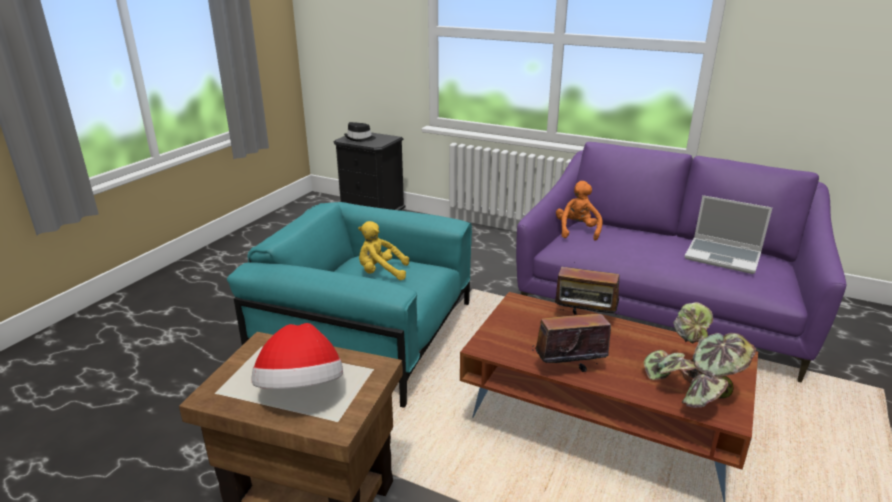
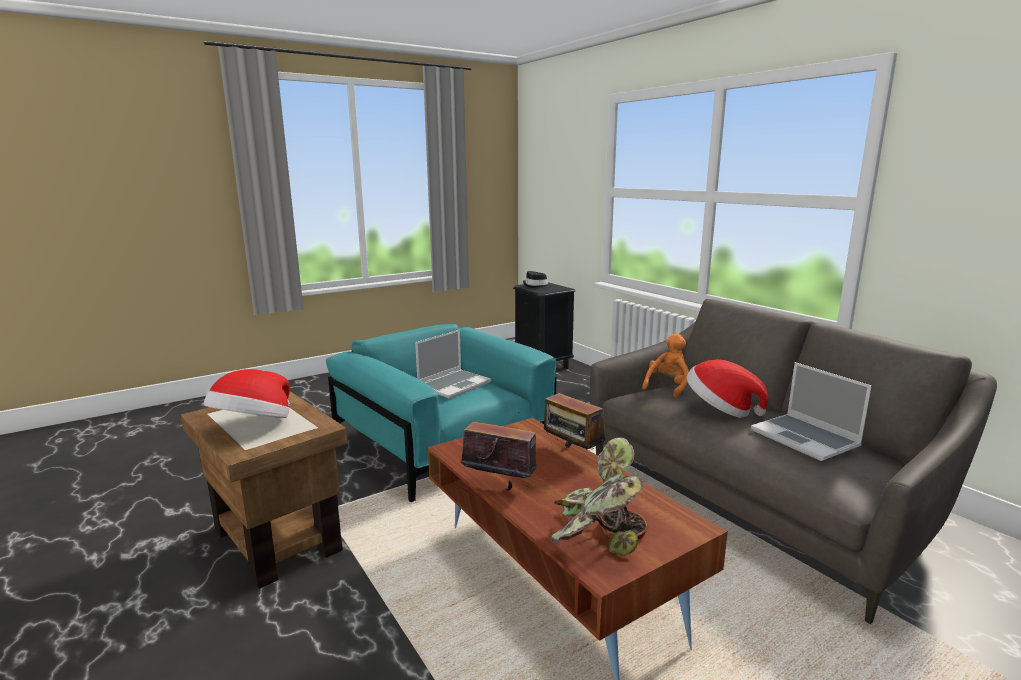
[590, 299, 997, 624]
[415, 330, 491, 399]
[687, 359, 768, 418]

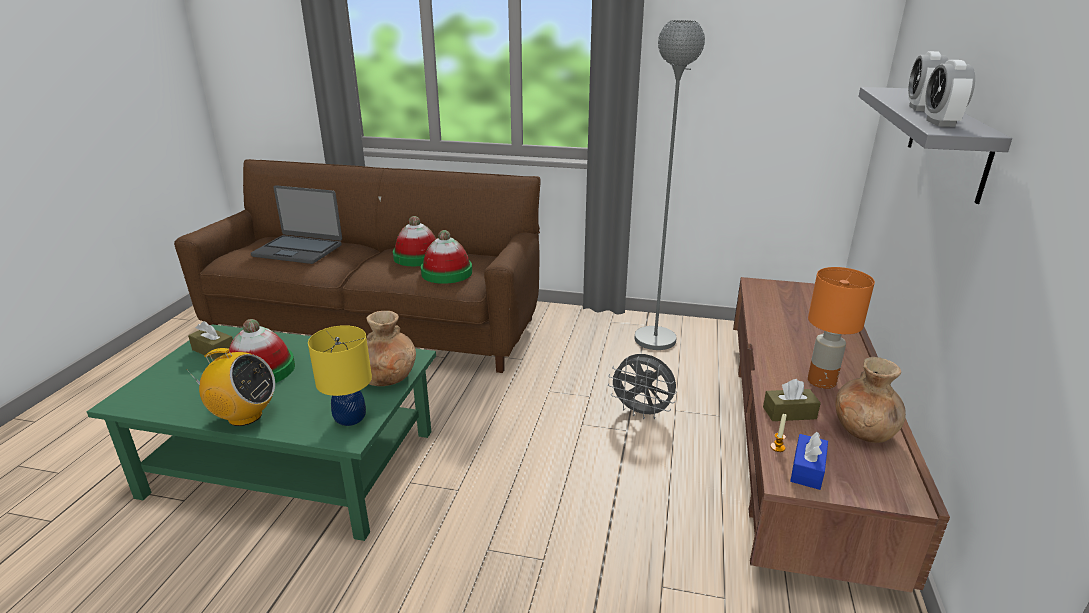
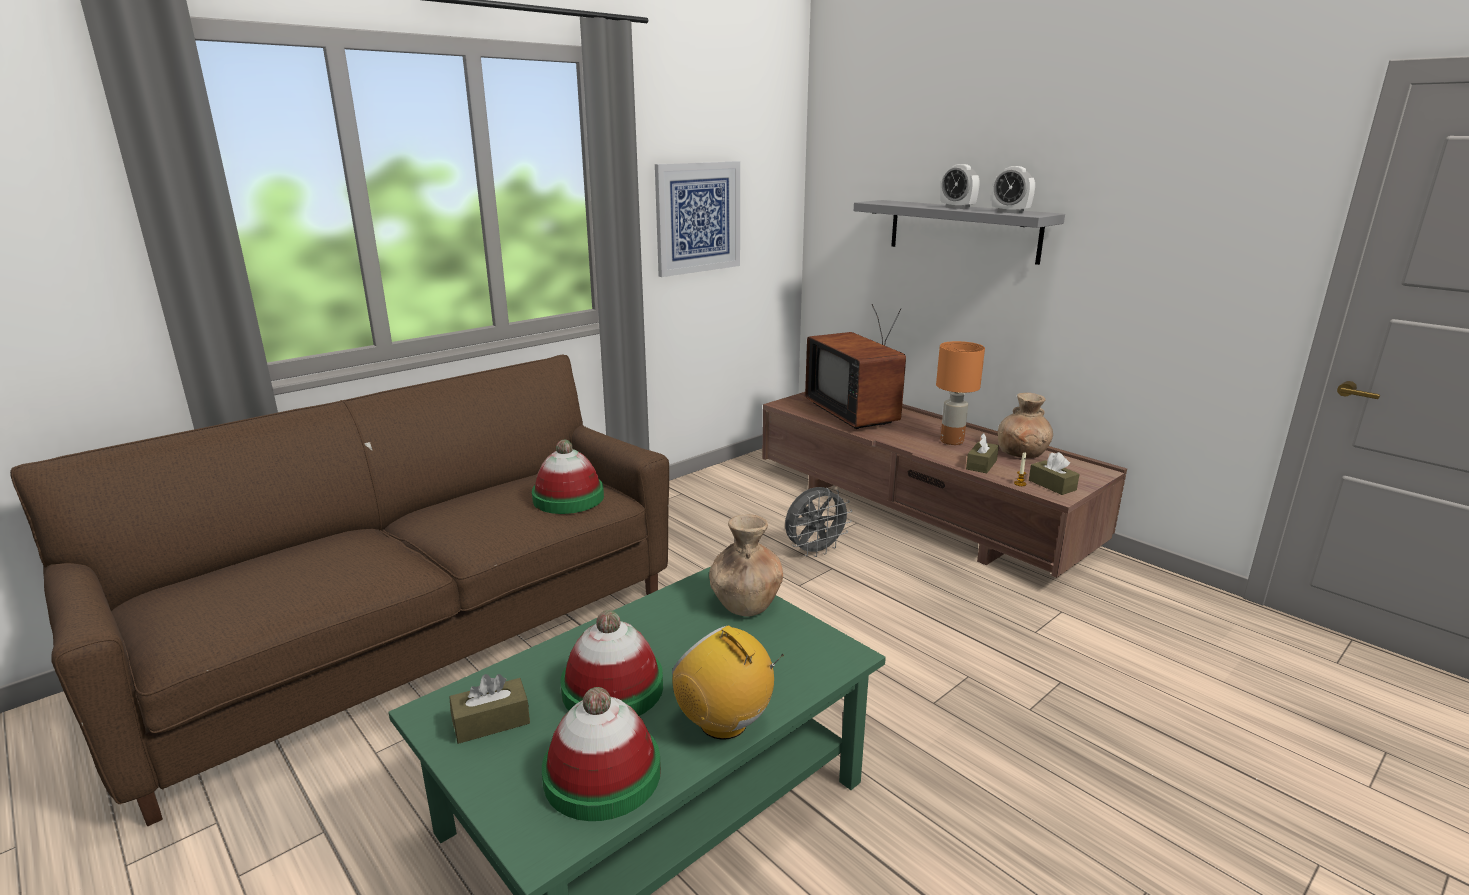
[634, 20, 705, 350] (first image)
[251, 185, 342, 264] (first image)
[542, 687, 661, 821]
[308, 325, 372, 426] (first image)
[672, 626, 784, 740]
[1029, 452, 1079, 495]
[655, 161, 740, 277]
[805, 304, 906, 429]

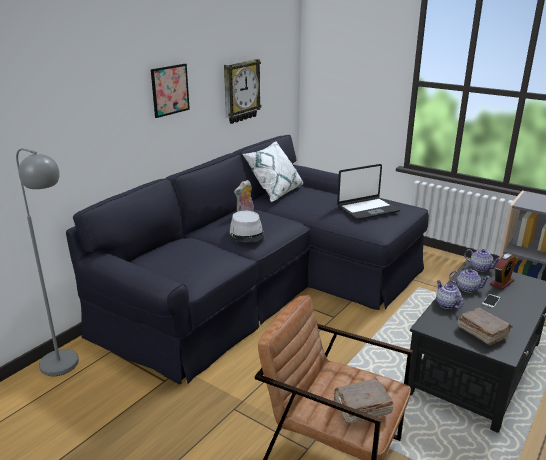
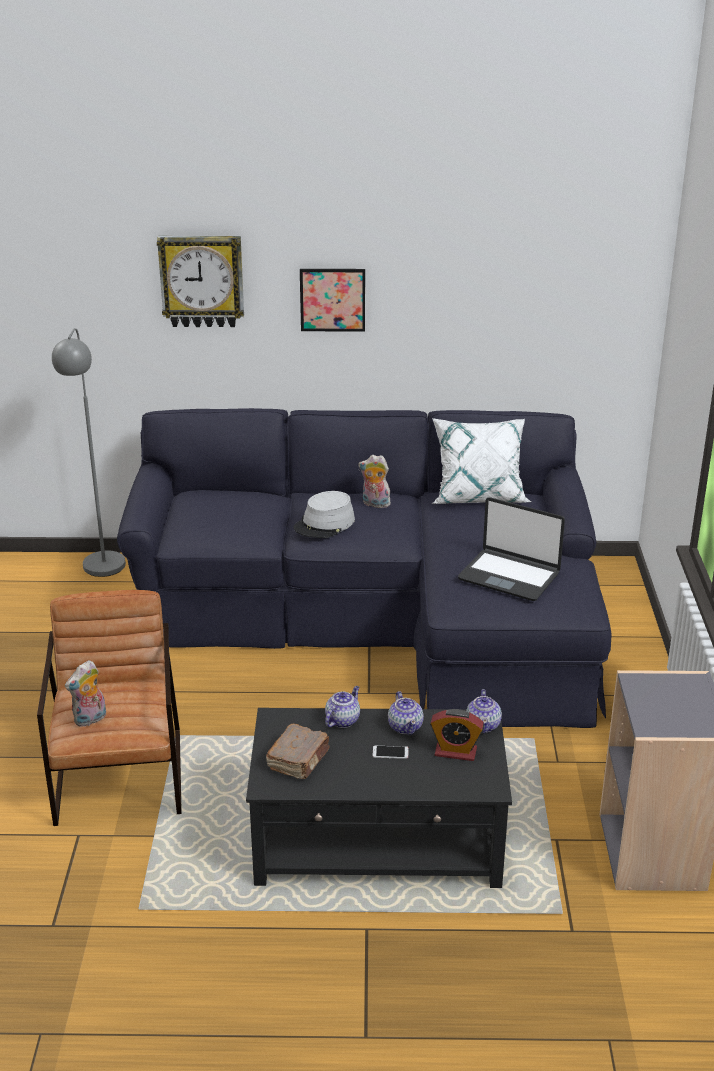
[157, 236, 244, 327]
[65, 660, 106, 727]

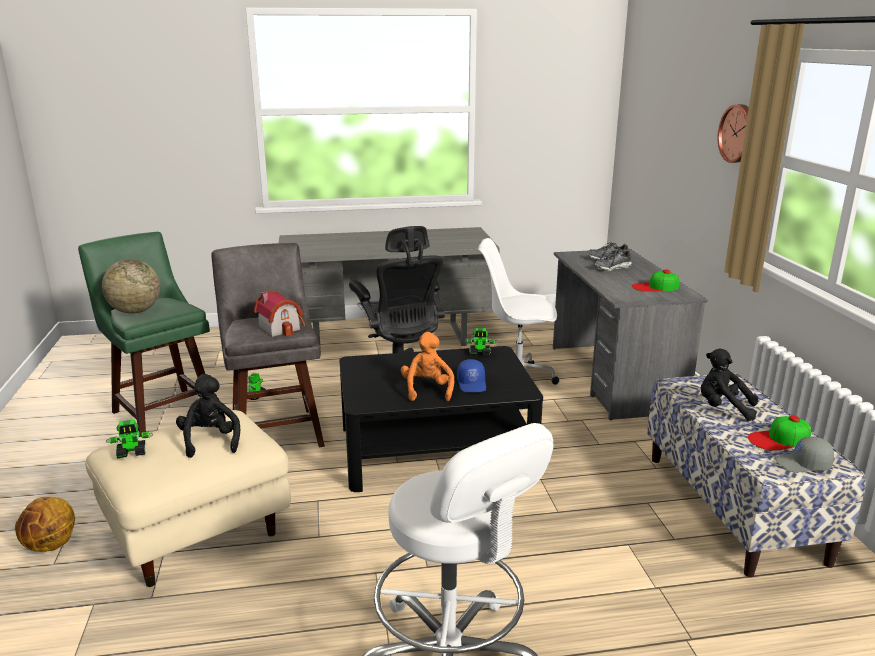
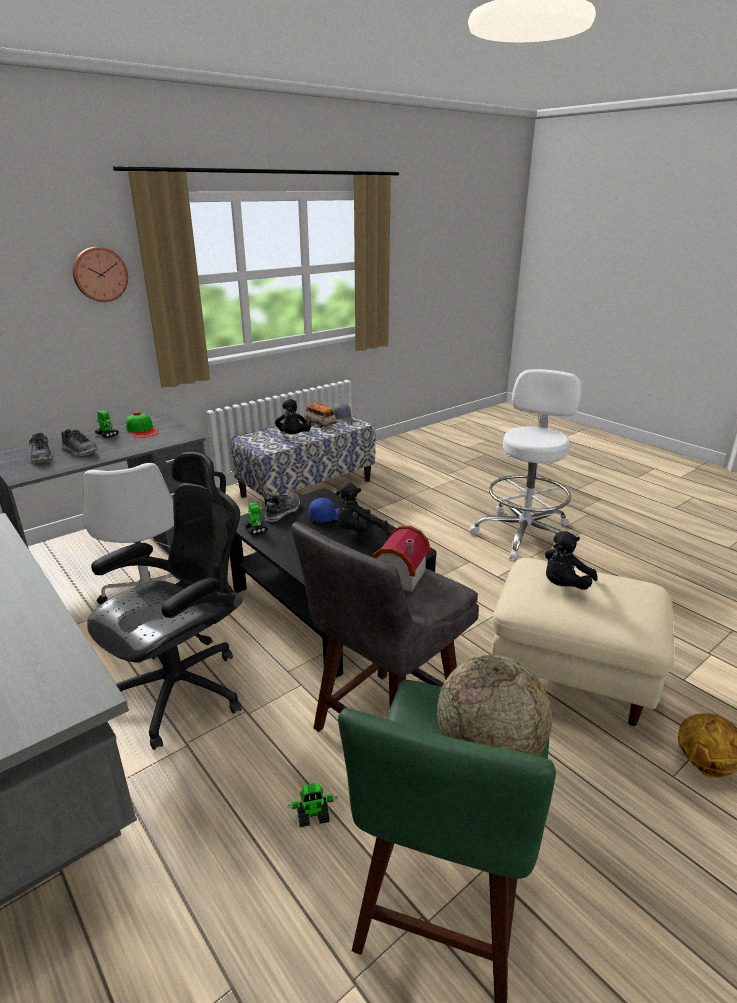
[336, 482, 389, 533]
[305, 402, 337, 428]
[95, 410, 119, 438]
[265, 493, 300, 522]

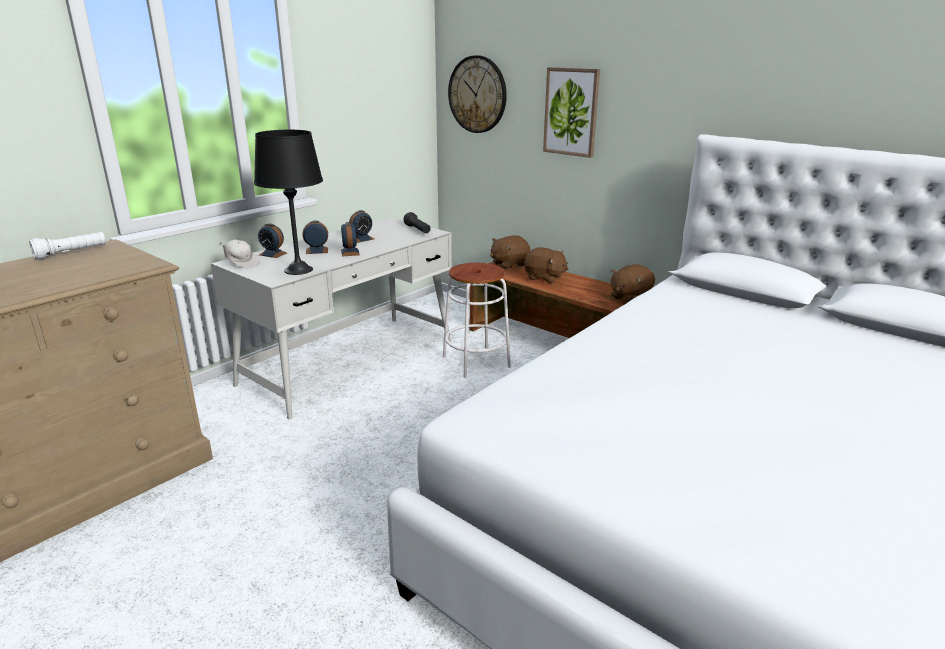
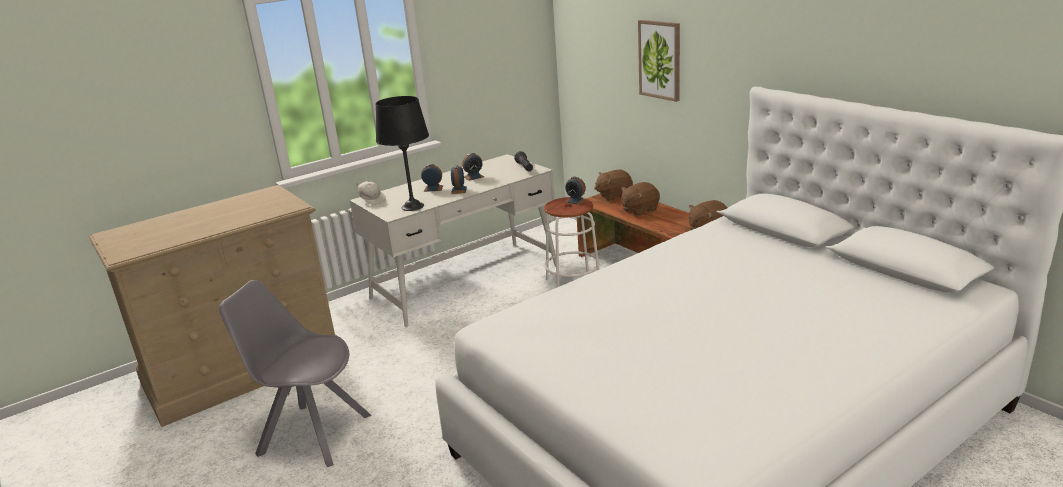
[448, 55, 507, 133] (first image)
[565, 177, 587, 205]
[29, 232, 106, 260] (first image)
[621, 182, 660, 216]
[219, 280, 372, 467]

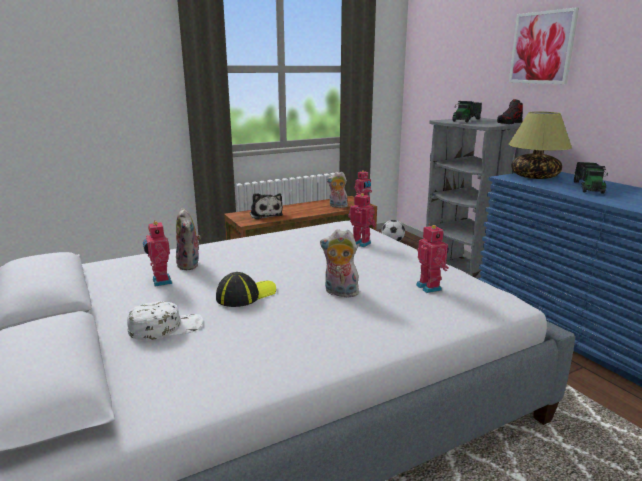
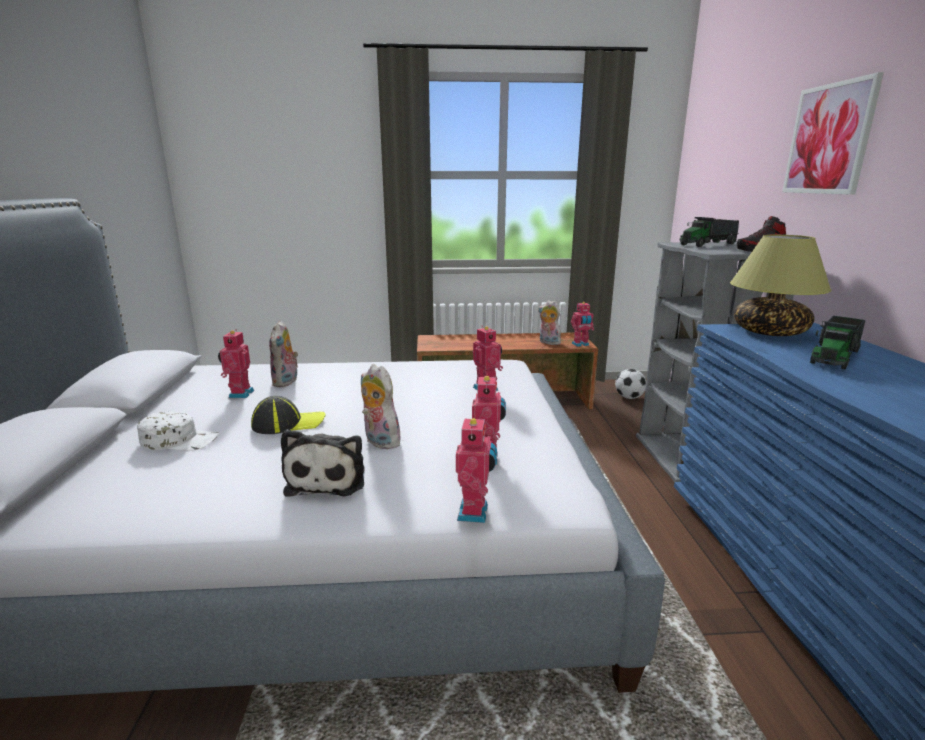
[281, 429, 365, 496]
[456, 415, 497, 523]

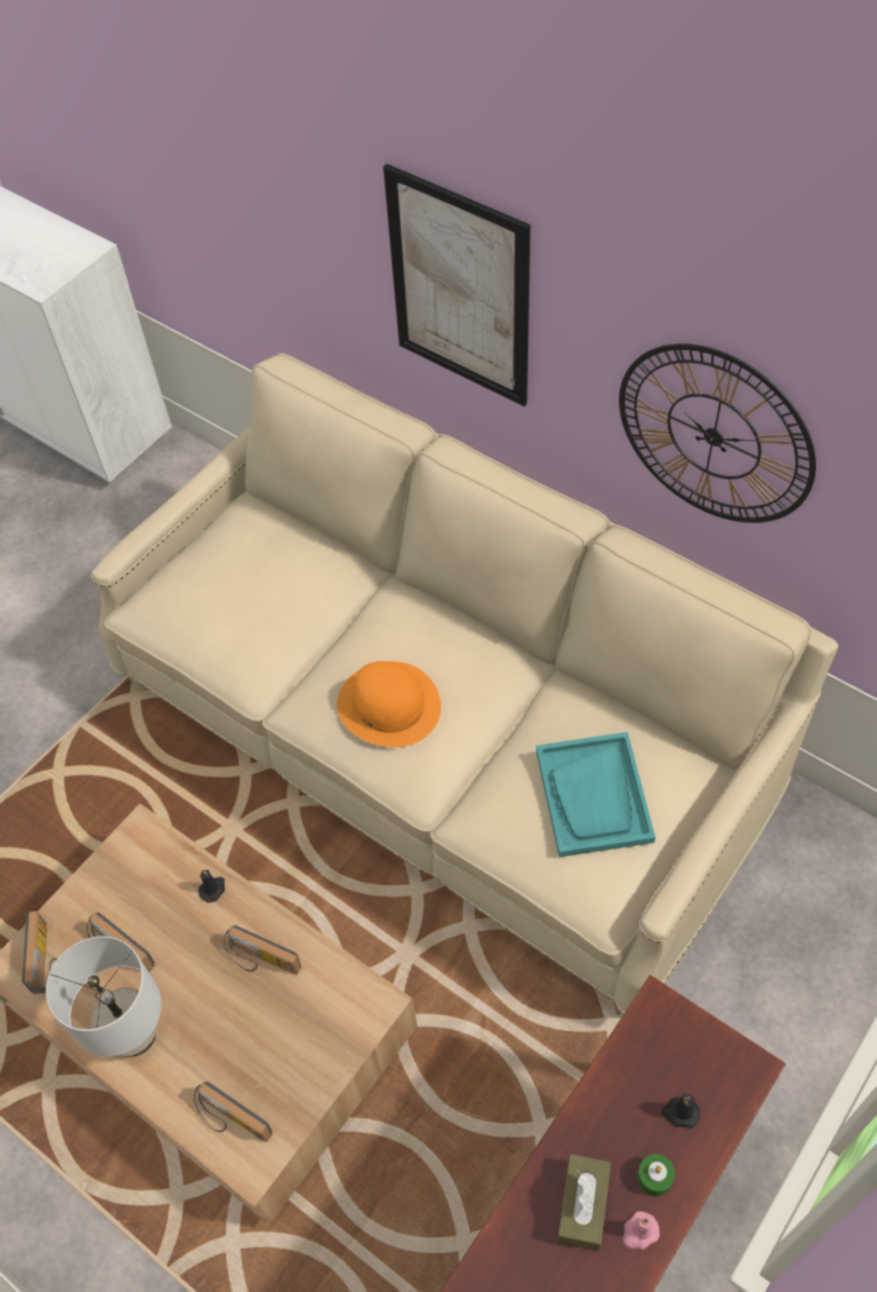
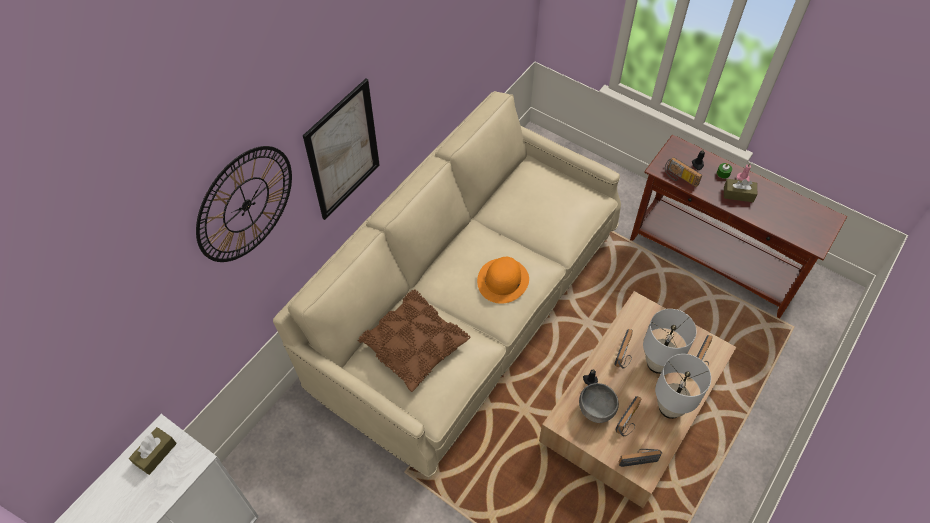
[196, 146, 292, 262]
[536, 732, 656, 857] (first image)
[665, 157, 702, 187]
[358, 289, 471, 392]
[643, 309, 697, 374]
[579, 383, 619, 423]
[129, 427, 177, 475]

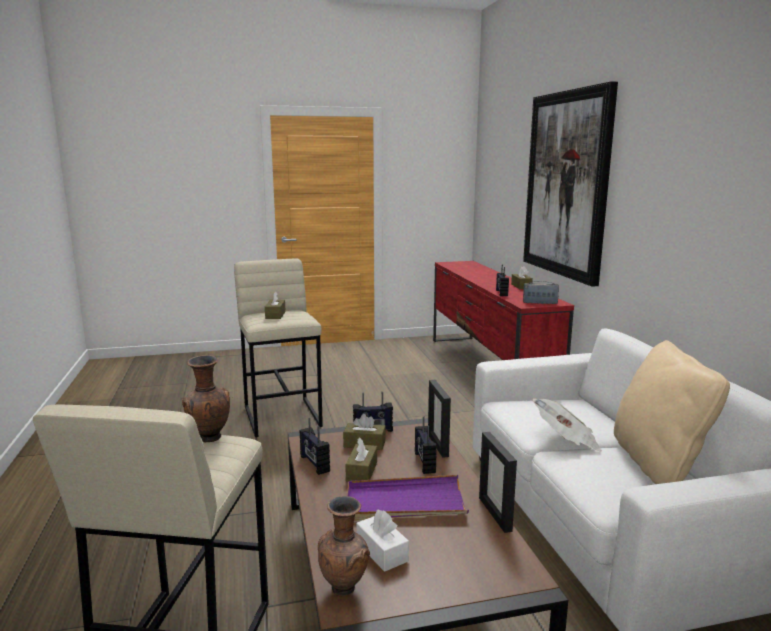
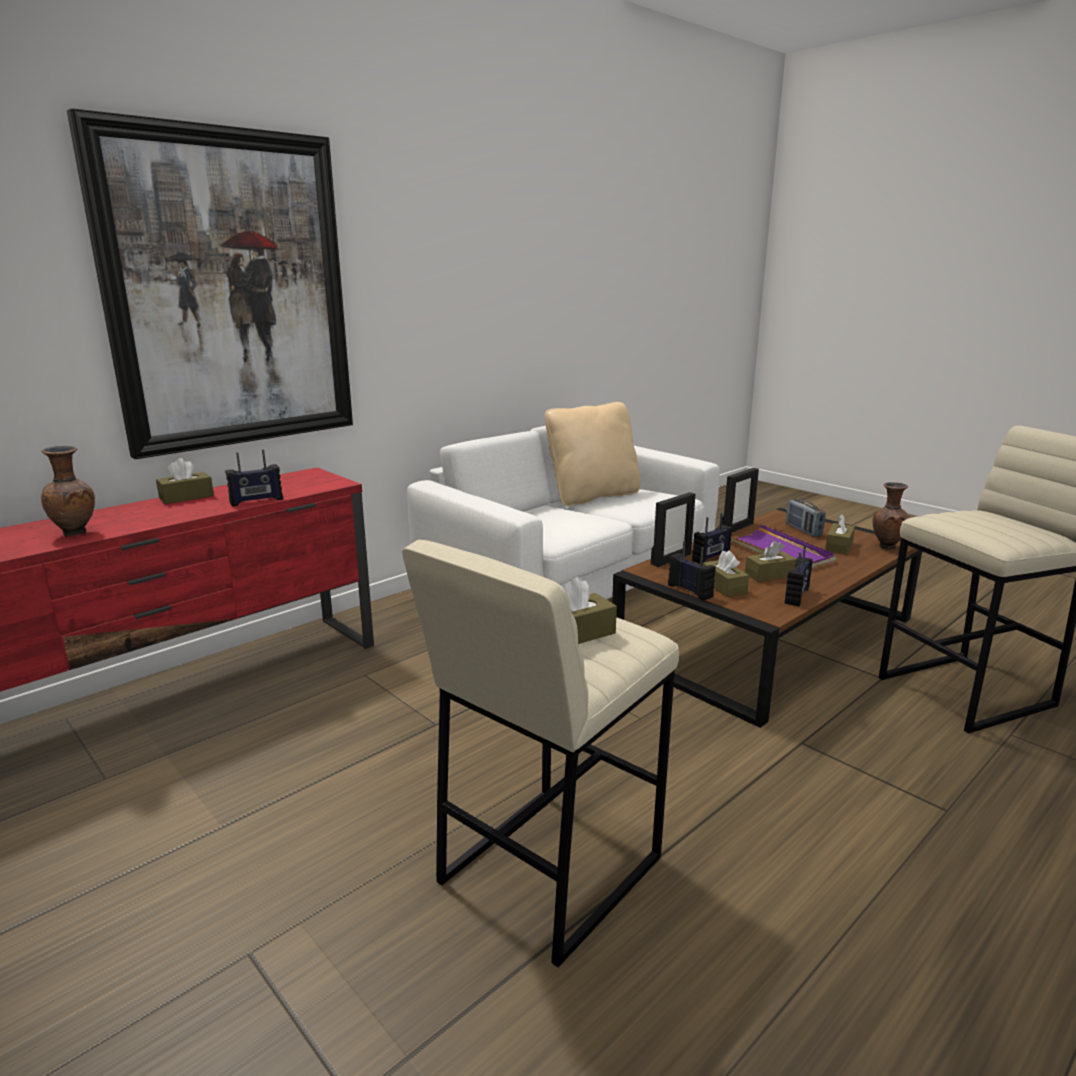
[786, 499, 826, 537]
[41, 446, 95, 537]
[533, 398, 602, 451] (first image)
[825, 514, 855, 554]

